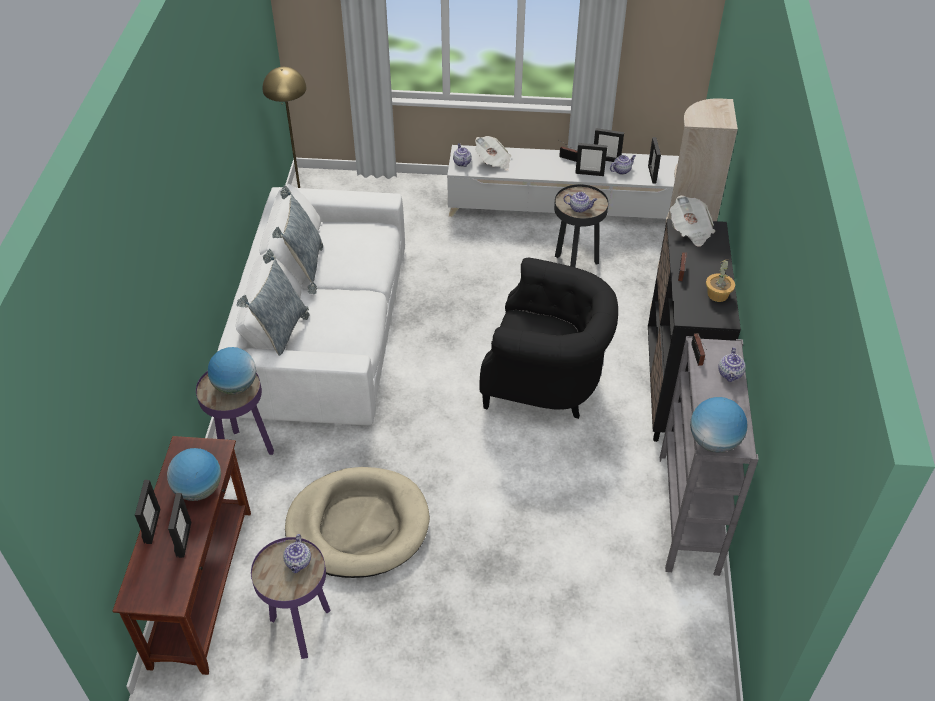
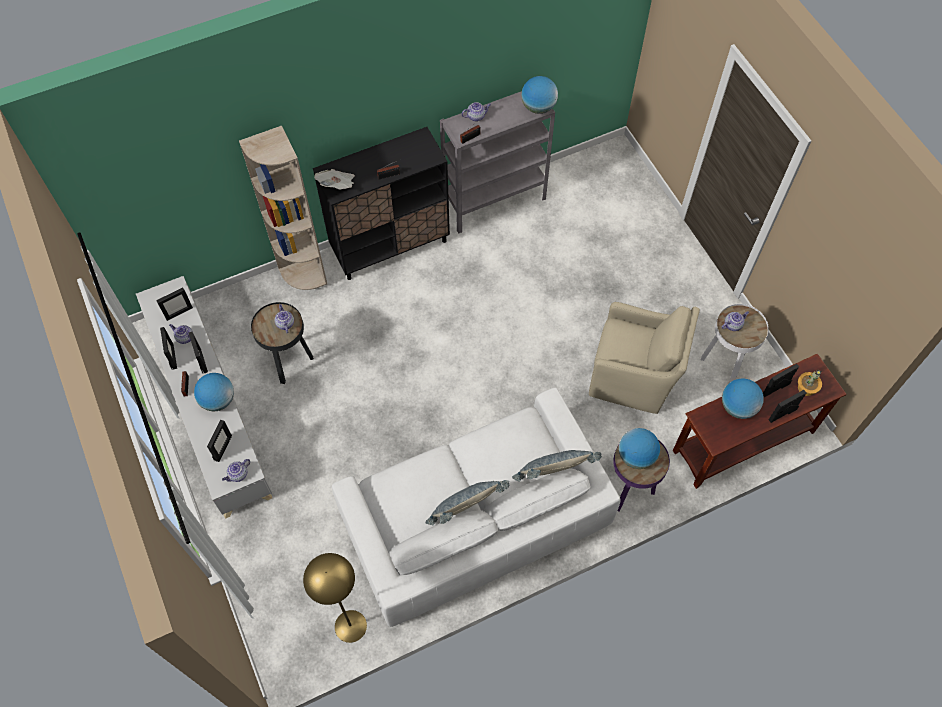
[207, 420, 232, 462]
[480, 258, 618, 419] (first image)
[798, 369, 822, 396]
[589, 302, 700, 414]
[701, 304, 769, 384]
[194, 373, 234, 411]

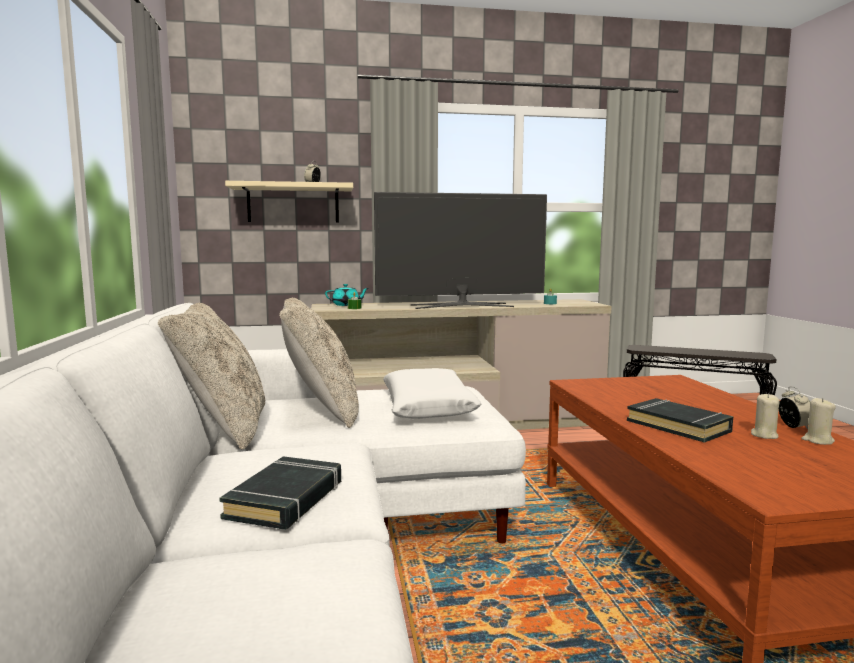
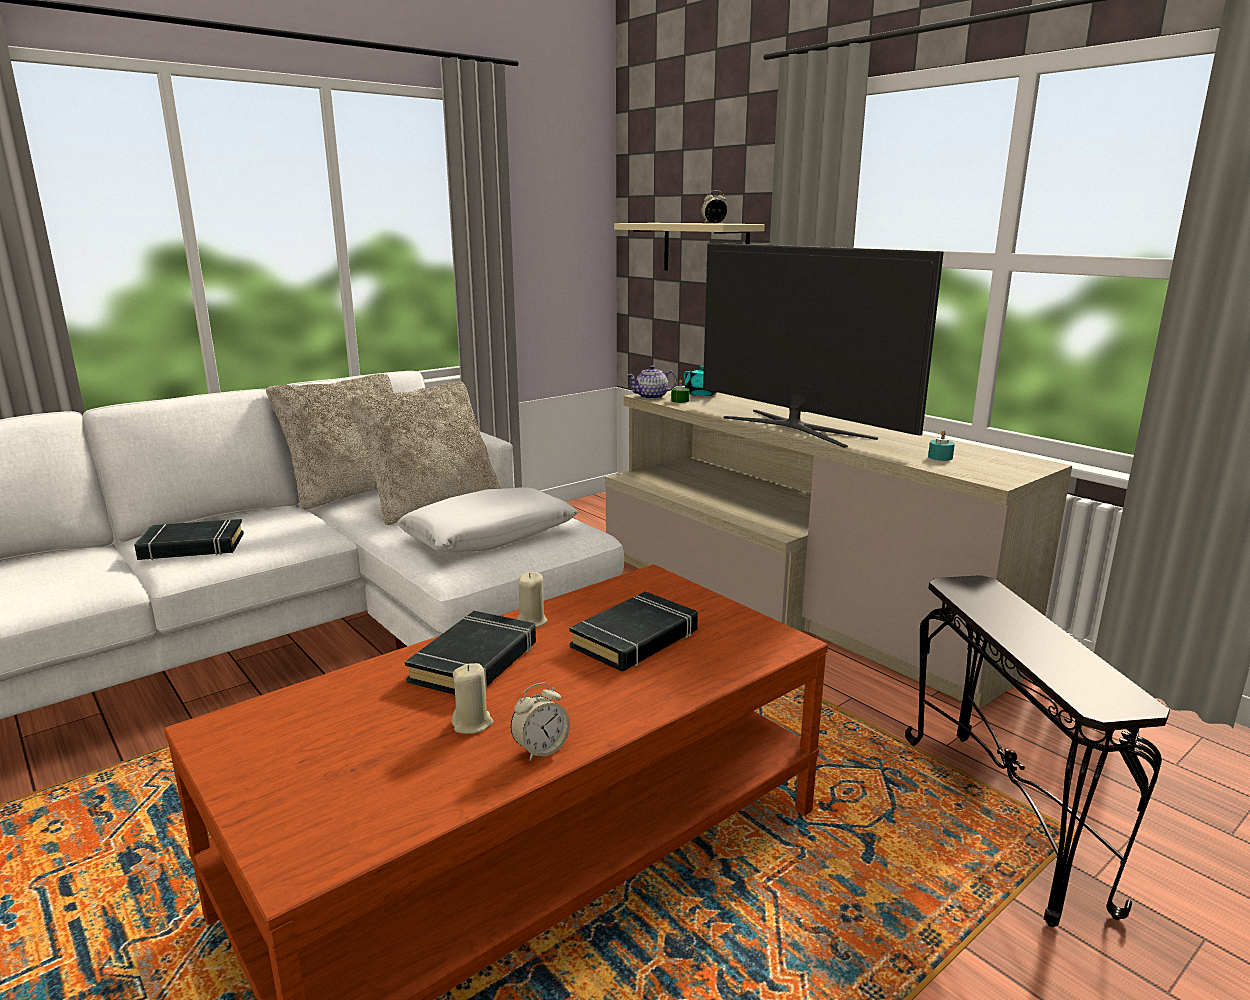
[517, 572, 547, 628]
[627, 365, 677, 399]
[569, 591, 698, 672]

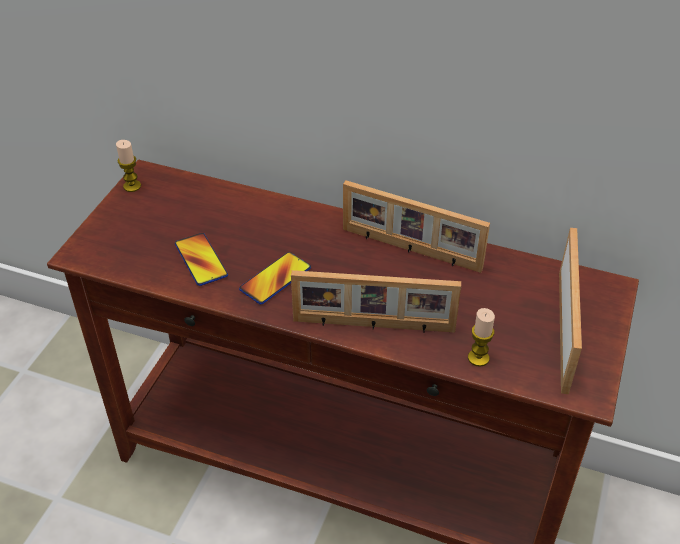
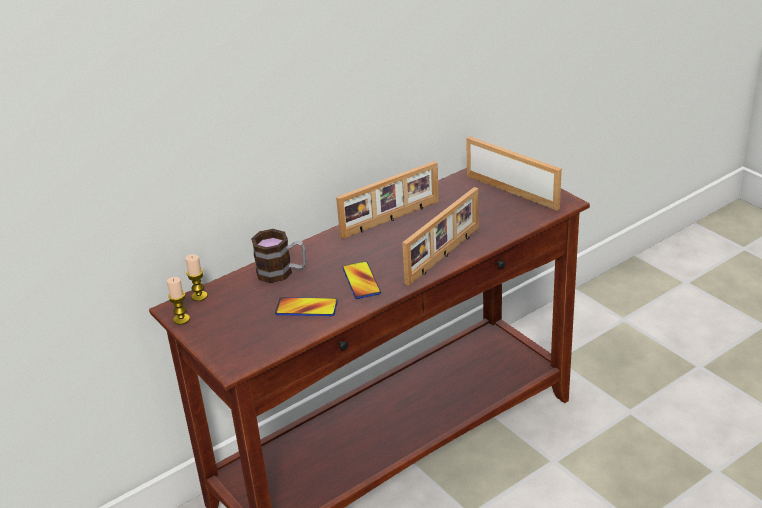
[185, 254, 208, 301]
[251, 229, 306, 283]

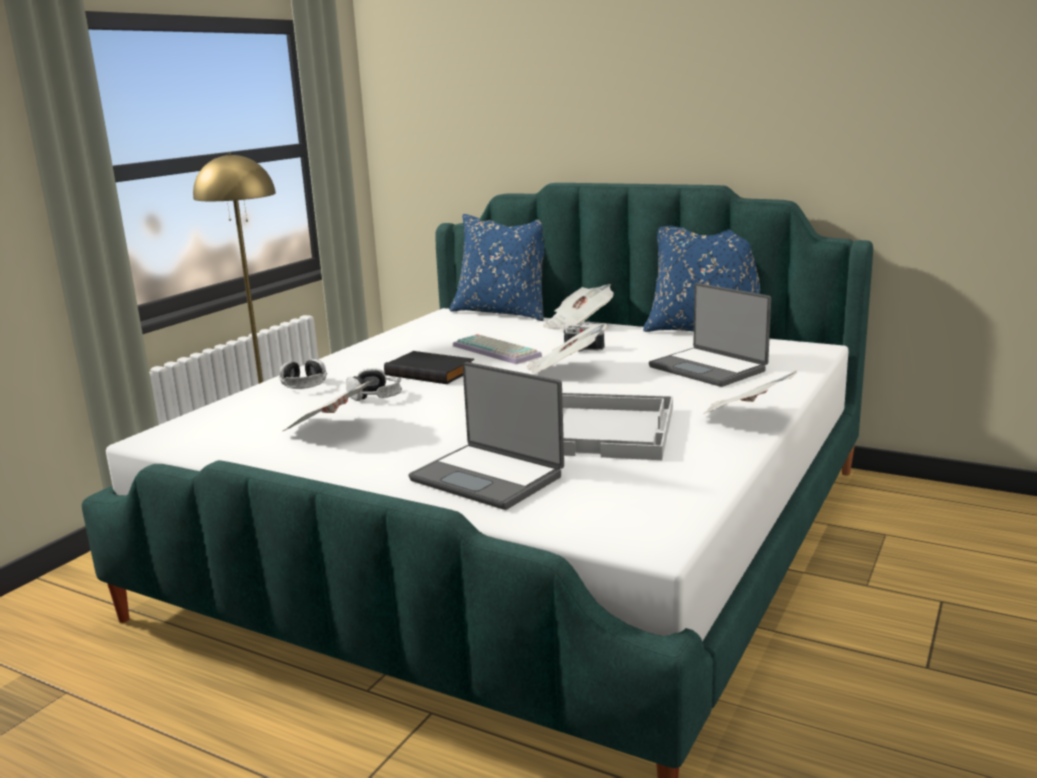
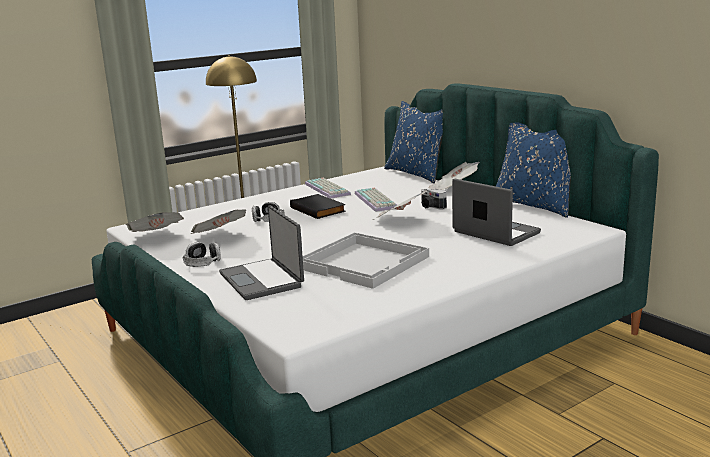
[452, 179, 541, 246]
[183, 242, 221, 267]
[126, 212, 184, 232]
[305, 178, 351, 199]

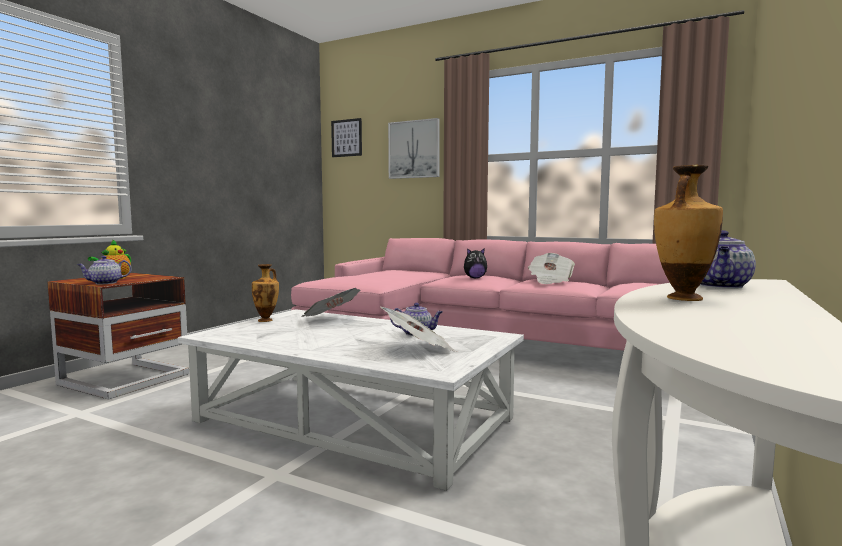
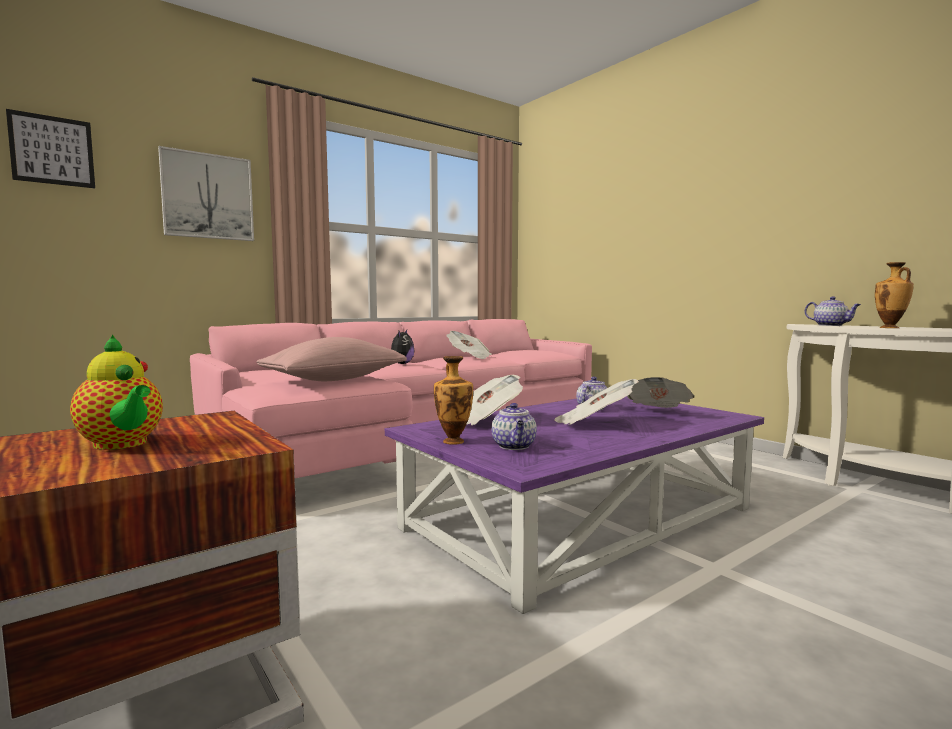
[491, 403, 537, 450]
[385, 396, 764, 614]
[256, 337, 407, 381]
[554, 379, 639, 425]

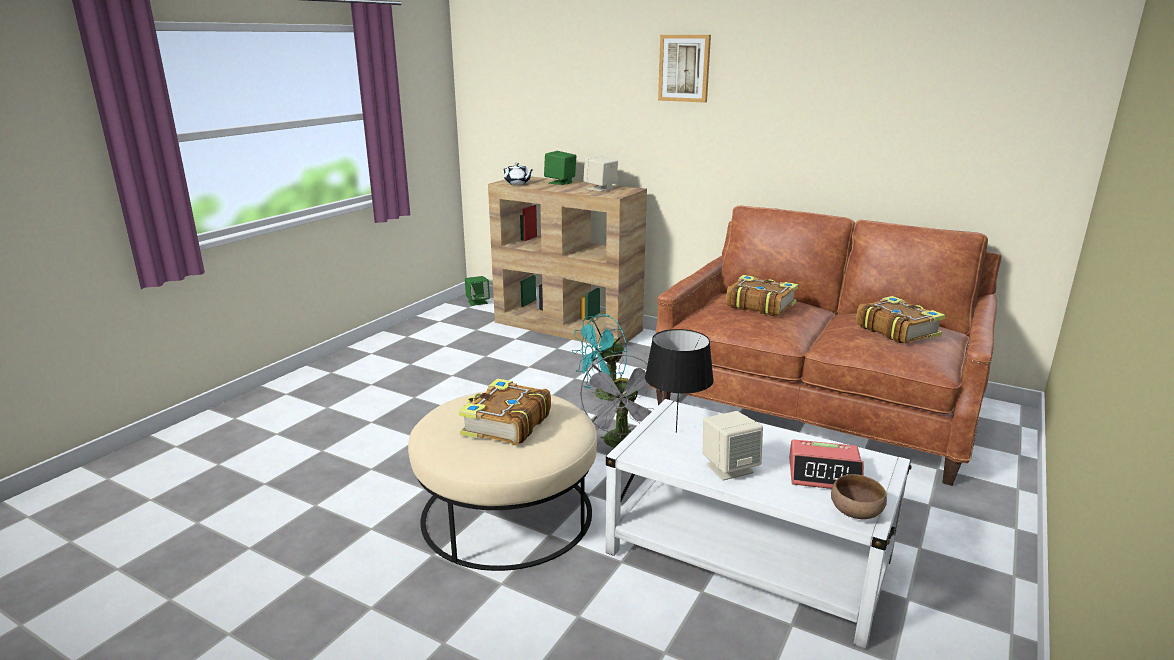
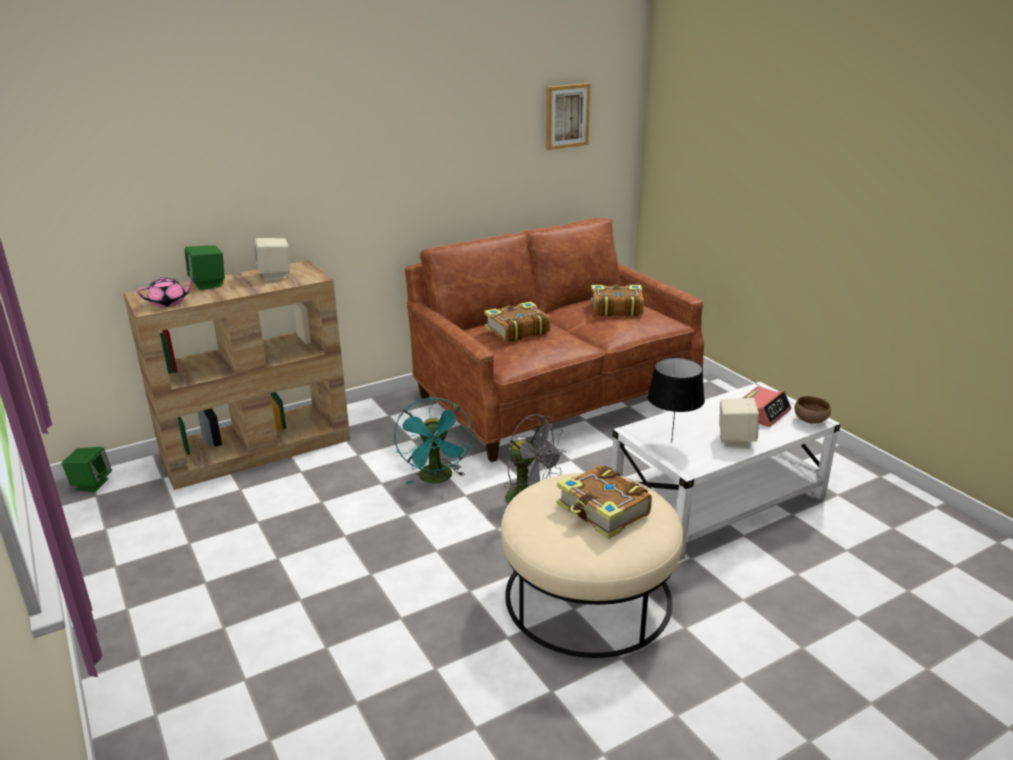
[546, 83, 590, 150]
[137, 277, 195, 307]

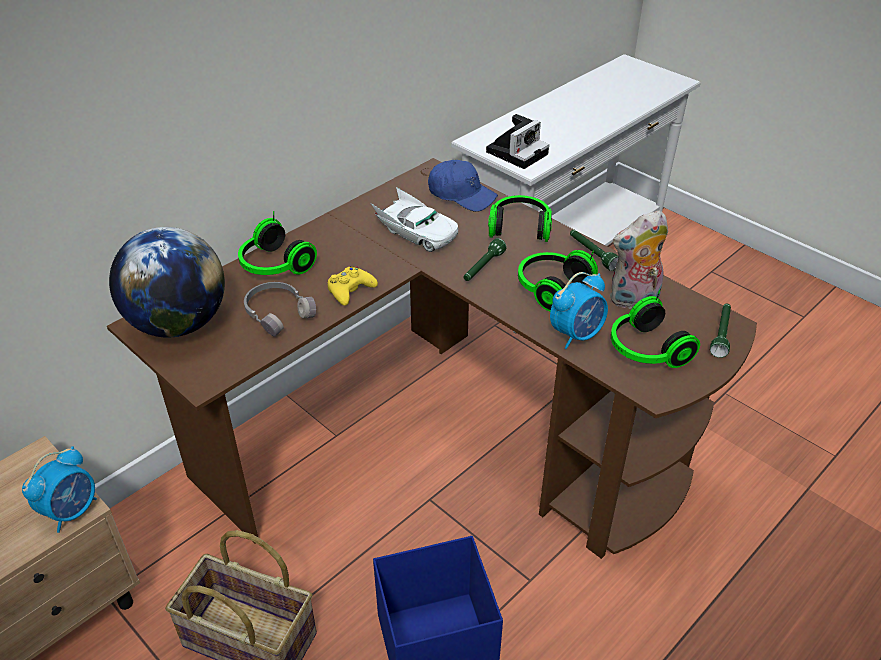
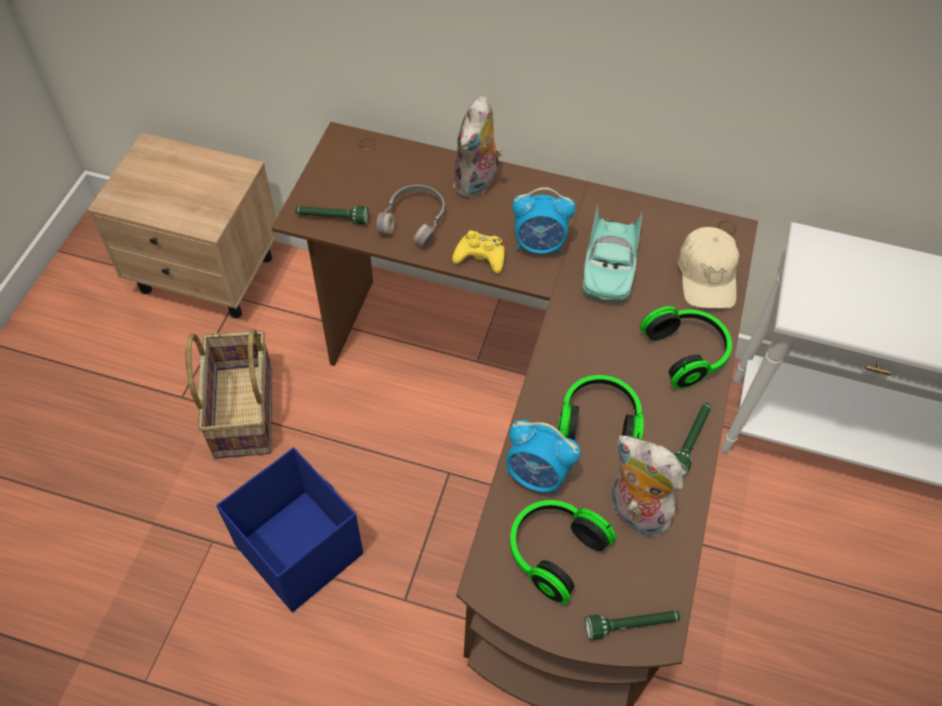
[486, 114, 549, 169] (first image)
[678, 227, 739, 308]
[583, 205, 642, 302]
[453, 96, 502, 199]
[109, 227, 225, 337] (first image)
[295, 206, 368, 225]
[512, 187, 575, 254]

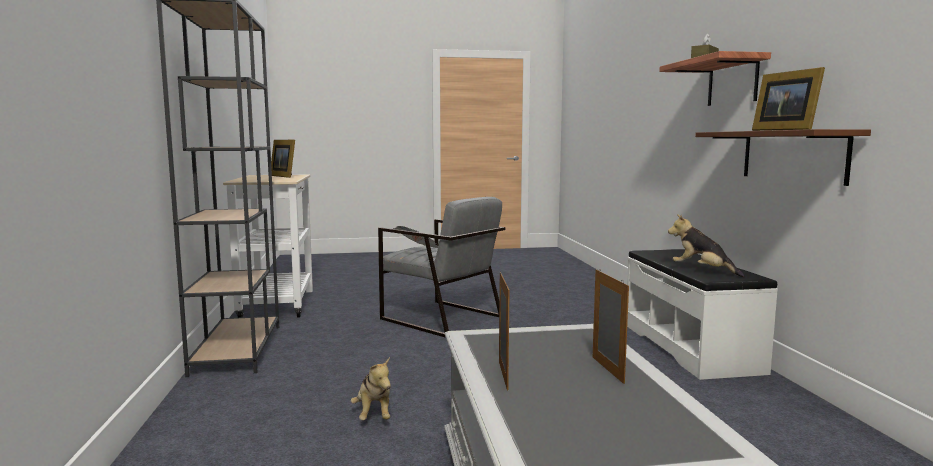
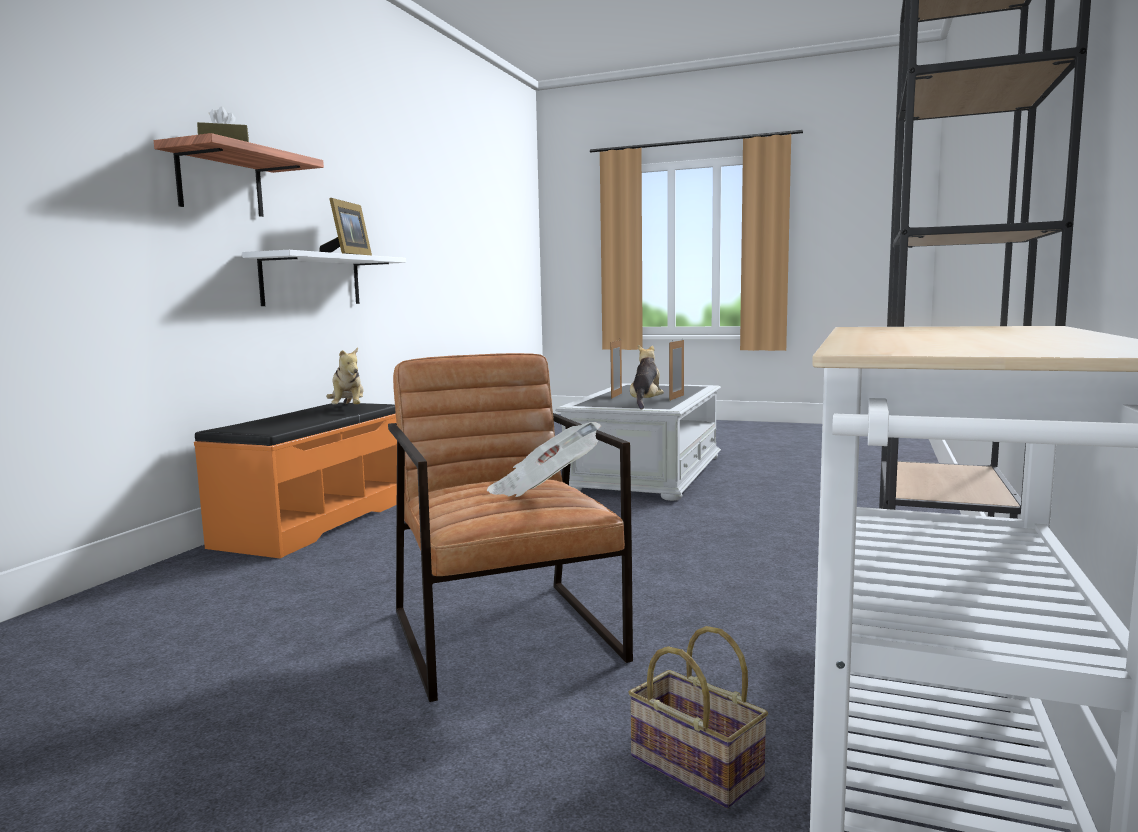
[242, 250, 406, 306]
[271, 140, 295, 178] (first image)
[388, 353, 633, 702]
[194, 402, 397, 558]
[630, 345, 664, 410]
[628, 626, 768, 808]

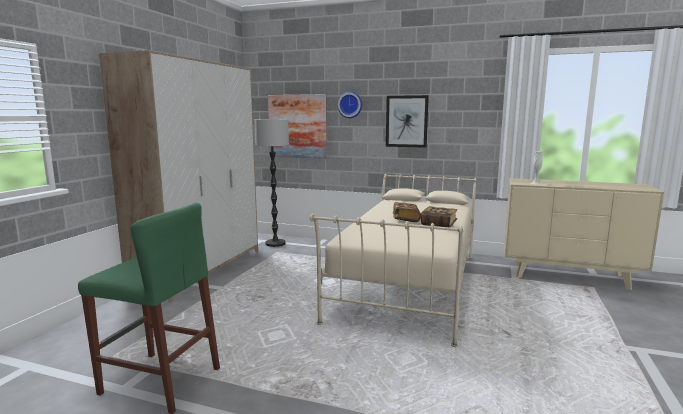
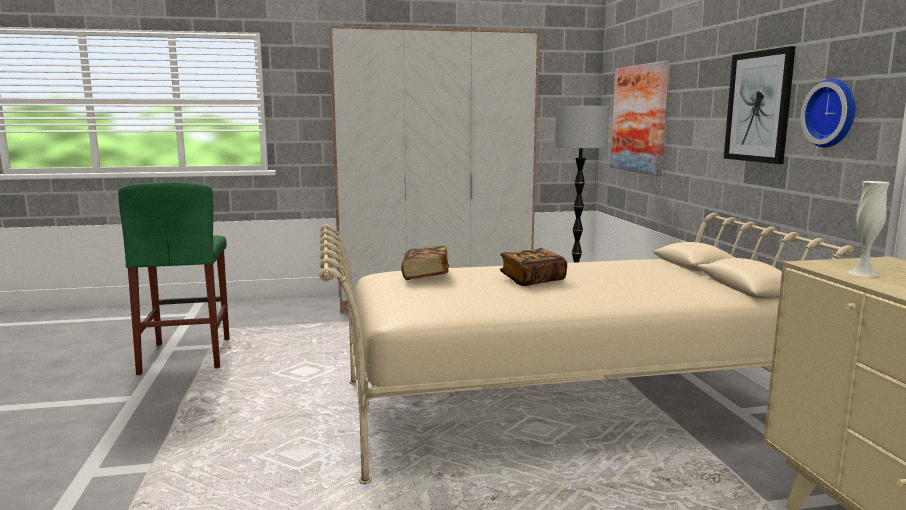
[801, 78, 855, 148]
[401, 246, 449, 280]

